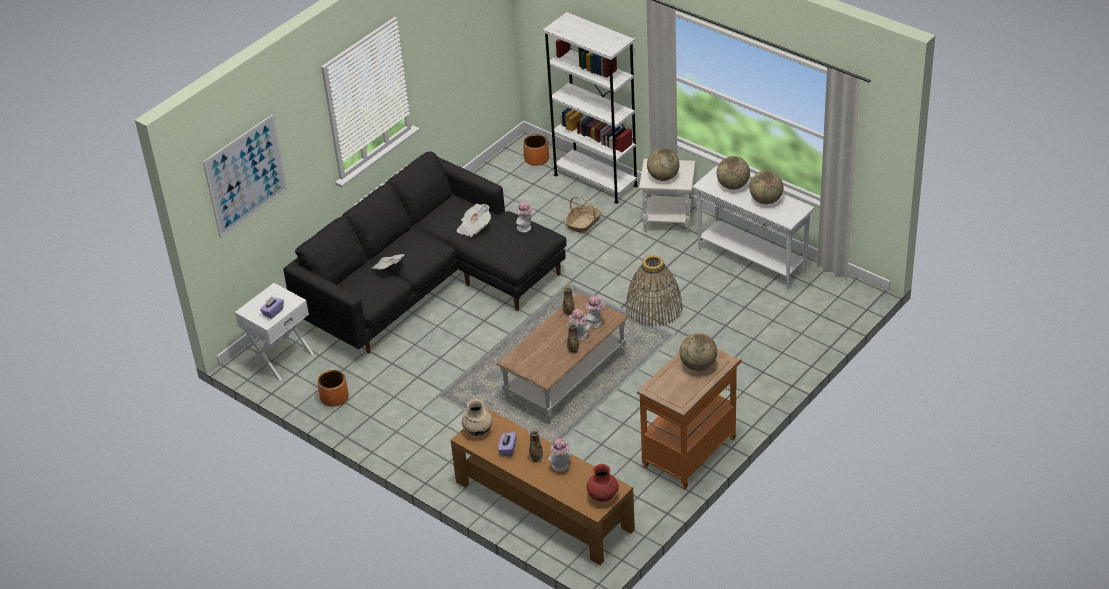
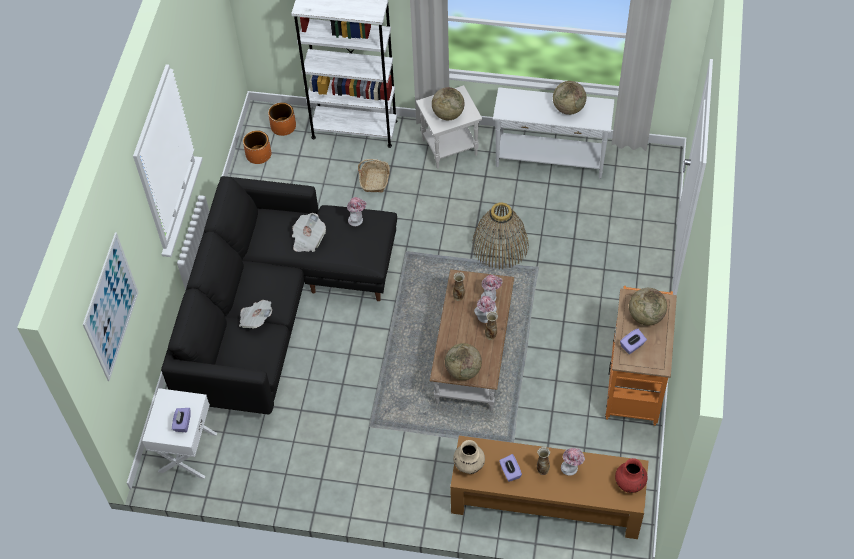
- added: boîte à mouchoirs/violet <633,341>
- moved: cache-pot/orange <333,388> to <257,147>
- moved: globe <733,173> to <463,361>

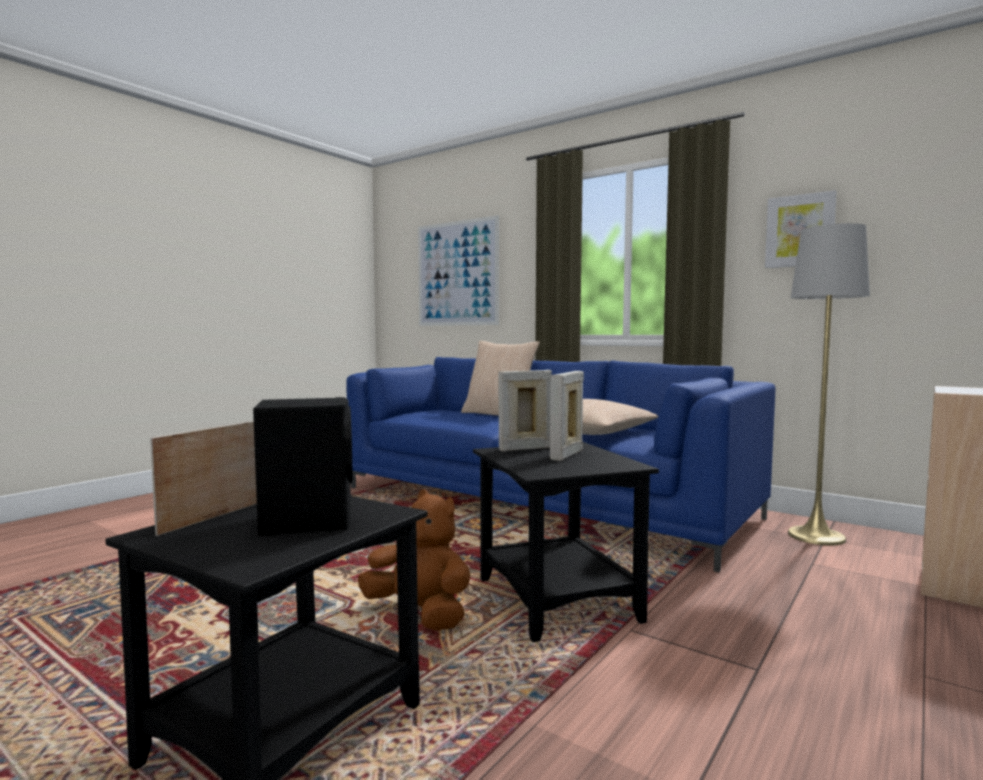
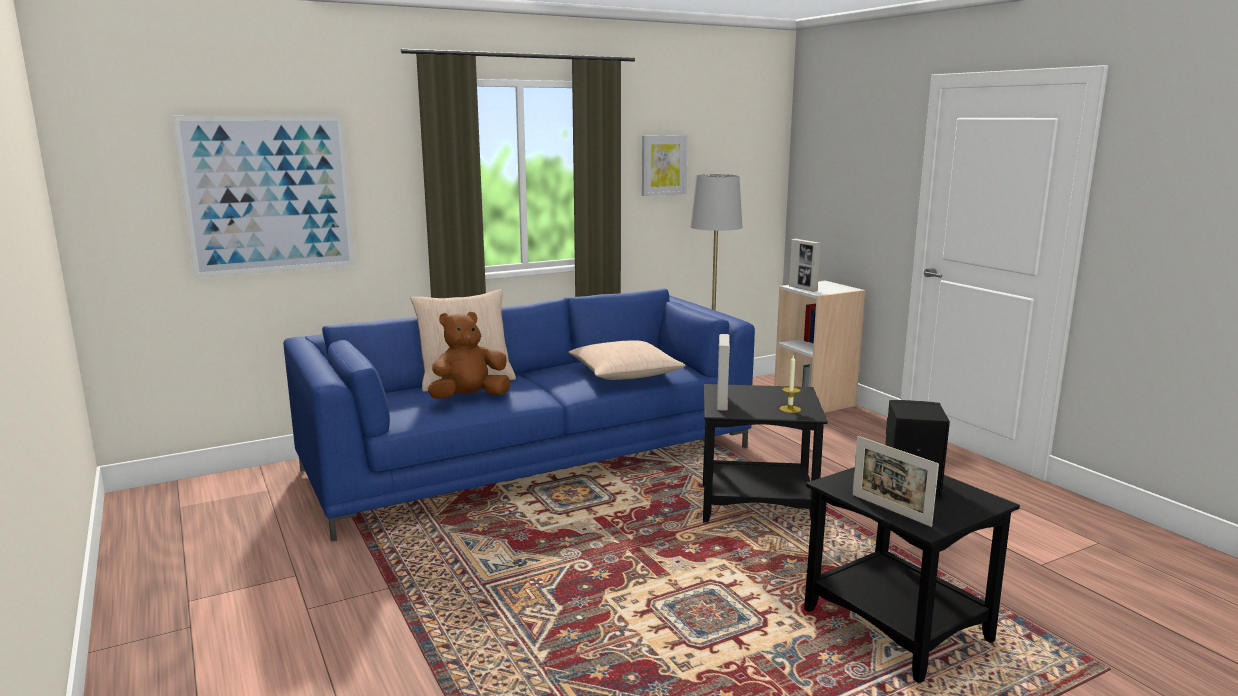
- added: bougie <790,384>
- moved: peluche/marron <414,560> to <469,355>
- moved: cadre photo <567,416> to <805,265>

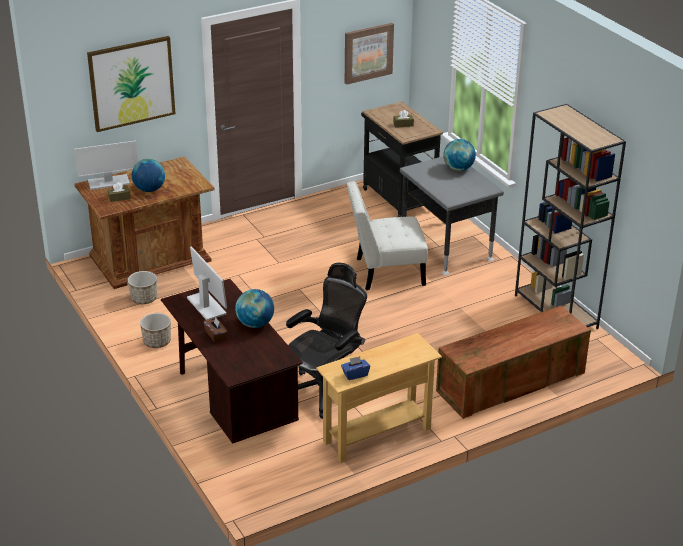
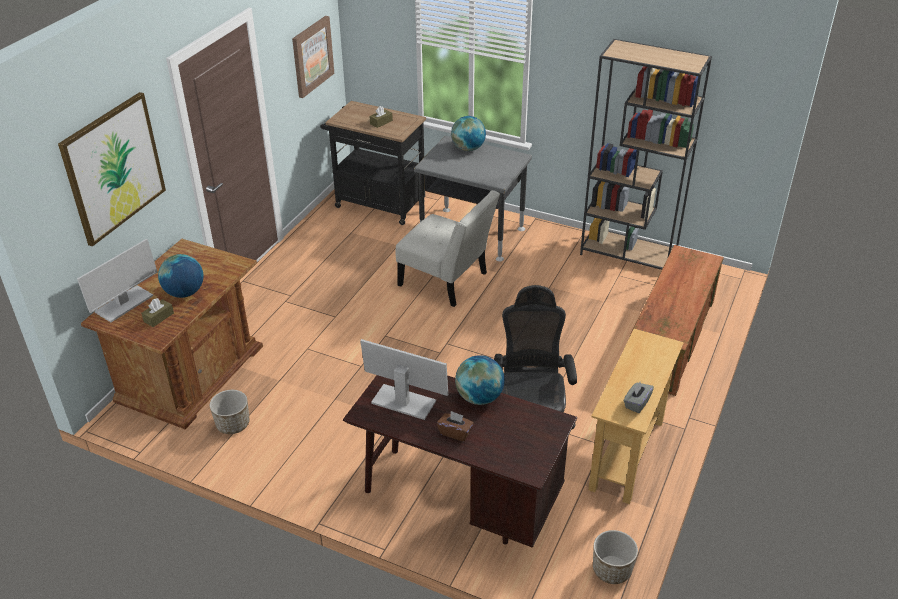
- moved: cache-pot <155,330> to <615,557>
- recoloured: boîte à mouchoirs/bleu <355,368> to boîte à mouchoirs/gris <638,397>
- turned: chaise/blanc <387,235> = <448,248> 105 degrees counterclockwise

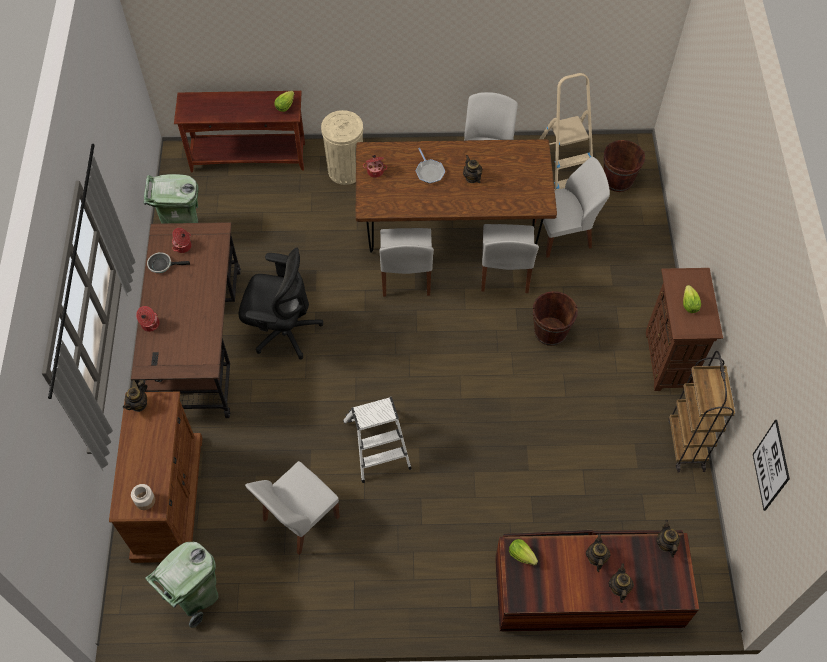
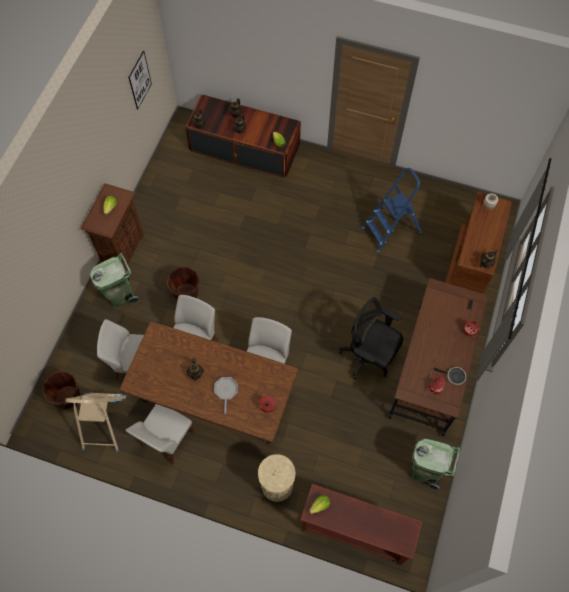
- removed: escabeau/blanc <377,440>
- removed: chariot/marron <701,412>
- moved: poubelle/vert <182,585> to <114,281>
- replaced: chaise/blanc <292,508> to escabeau/bleu <392,210>

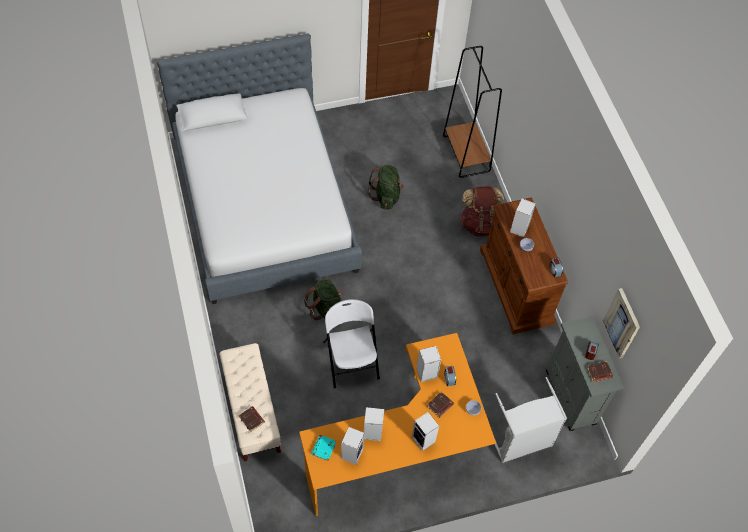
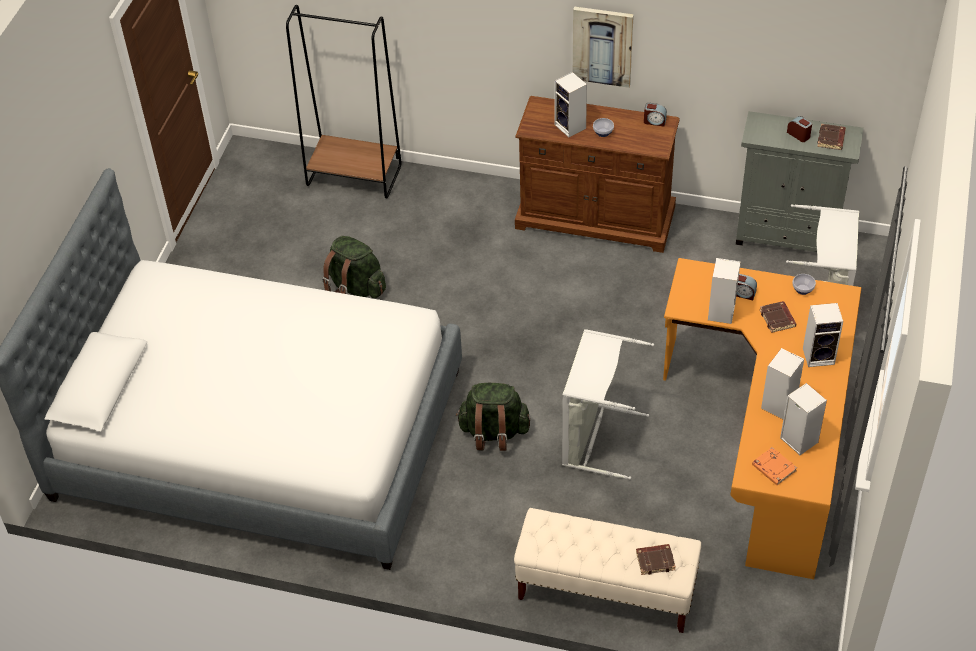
- removed: sac à dos/marron <482,211>
- moved: tableau <621,323> to <603,47>
- replaced: chaise/blanc <351,343> to panier à linge/gris <608,404>
- recoloured: livre/turquoise <323,448> to livre/orange <774,466>

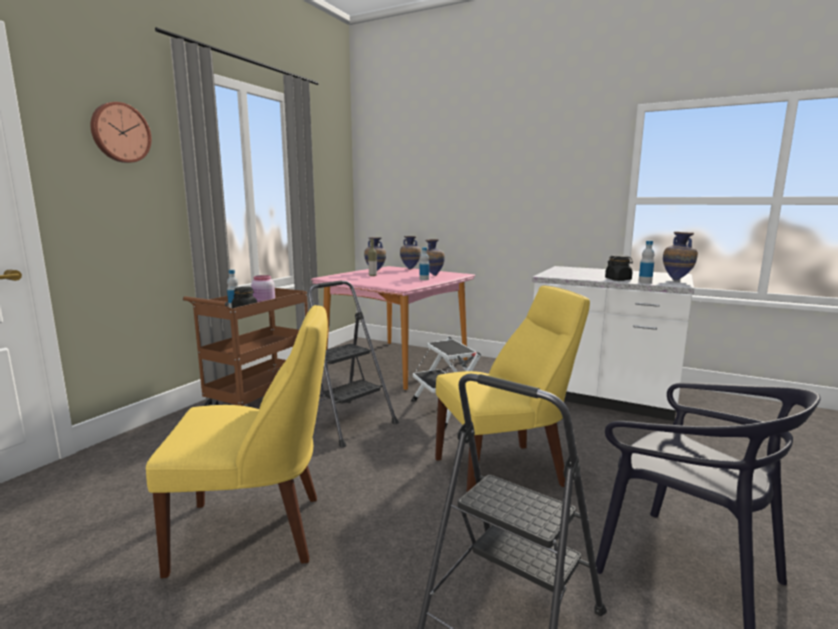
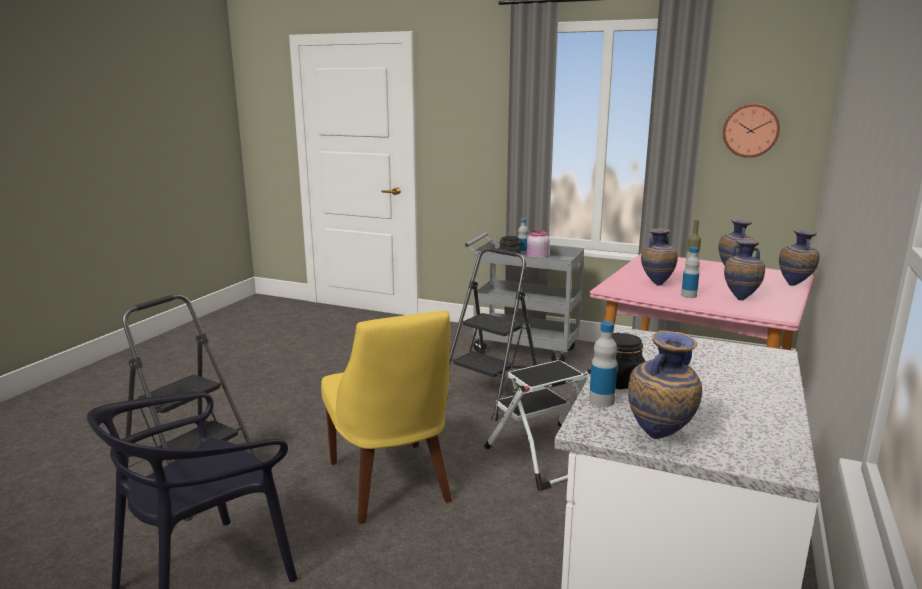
- removed: chaise/jaune <237,441>
- added: vase <659,257>
- moved: horloge murale <121,132> to <751,131>
- recoloured: chariot/marron <245,347> to chariot/gris <524,297>

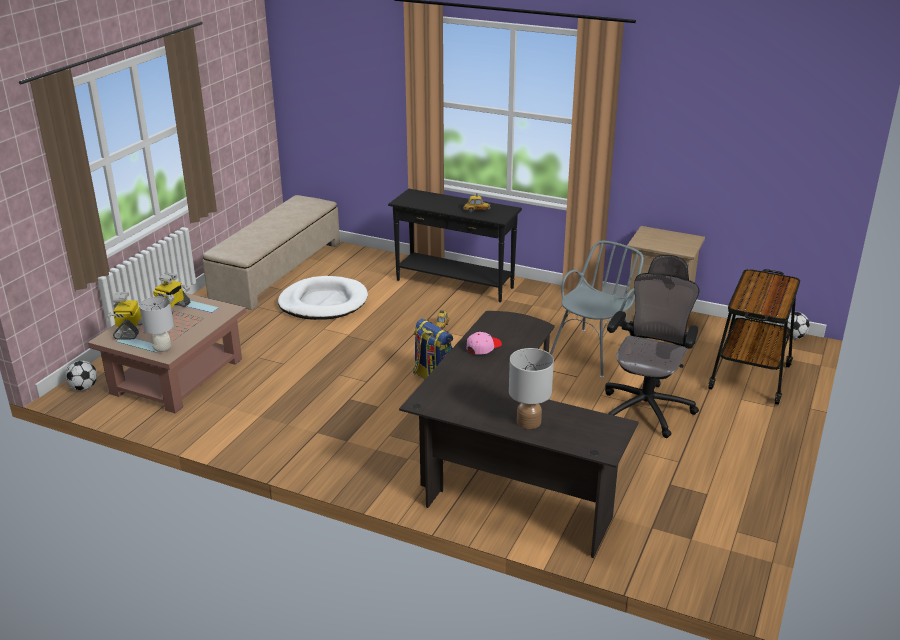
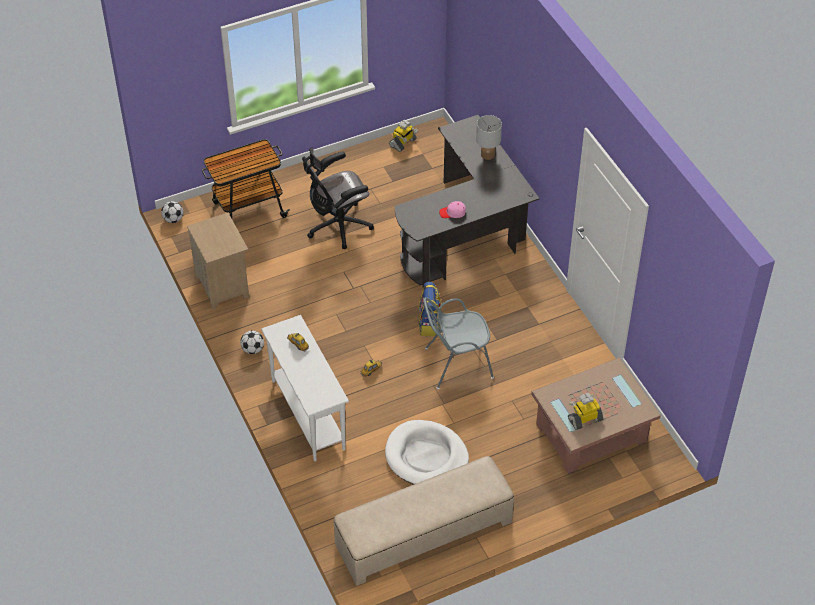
- removed: lampe de table/gris <156,324>
- moved: ballon de foot <81,376> to <252,342>
- moved: robot jouet <124,316> to <403,136>
- moved: chaise/gris <597,309> to <459,343>
- recoloured: table console/noir <455,246> to table console/blanc <305,388>

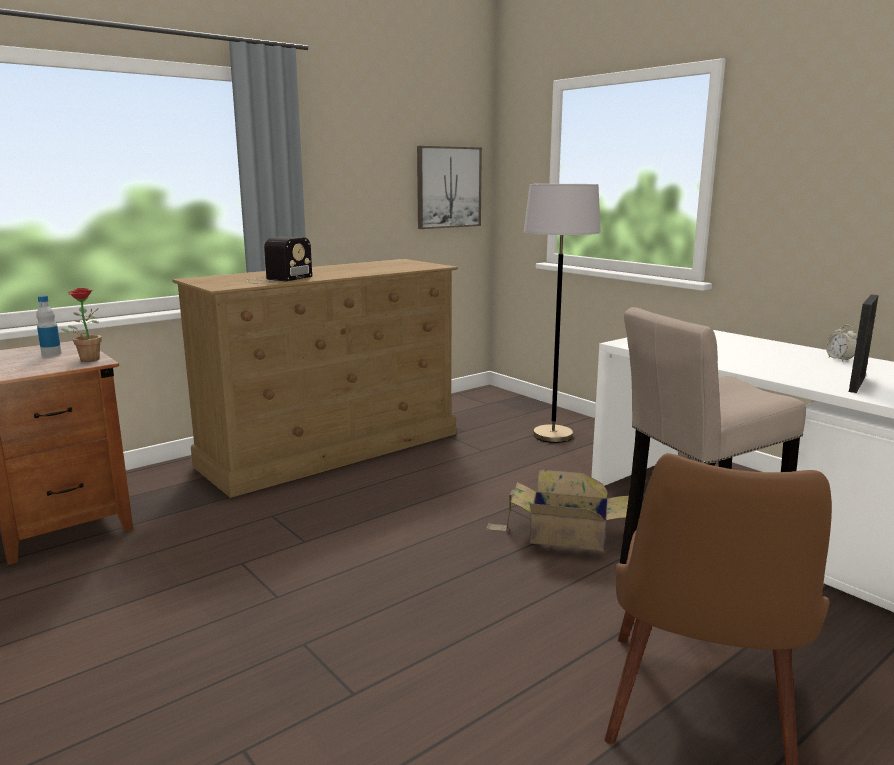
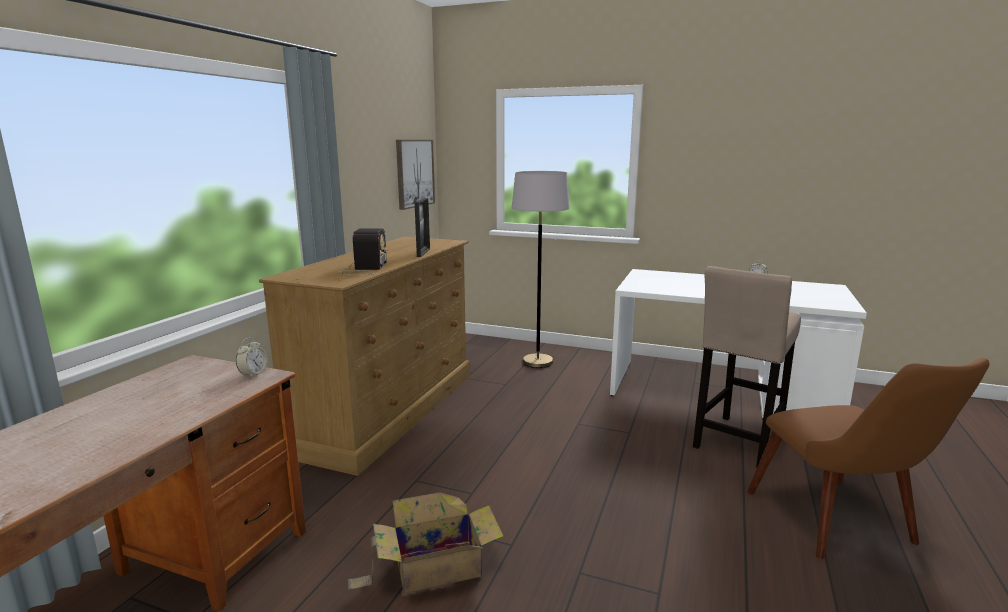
- removed: bouteille <49,326>
- moved: carton <557,510> to <426,543>
- moved: cadre photo <864,344> to <422,227>
- replaced: plante en pot <81,325> to réveil <252,358>

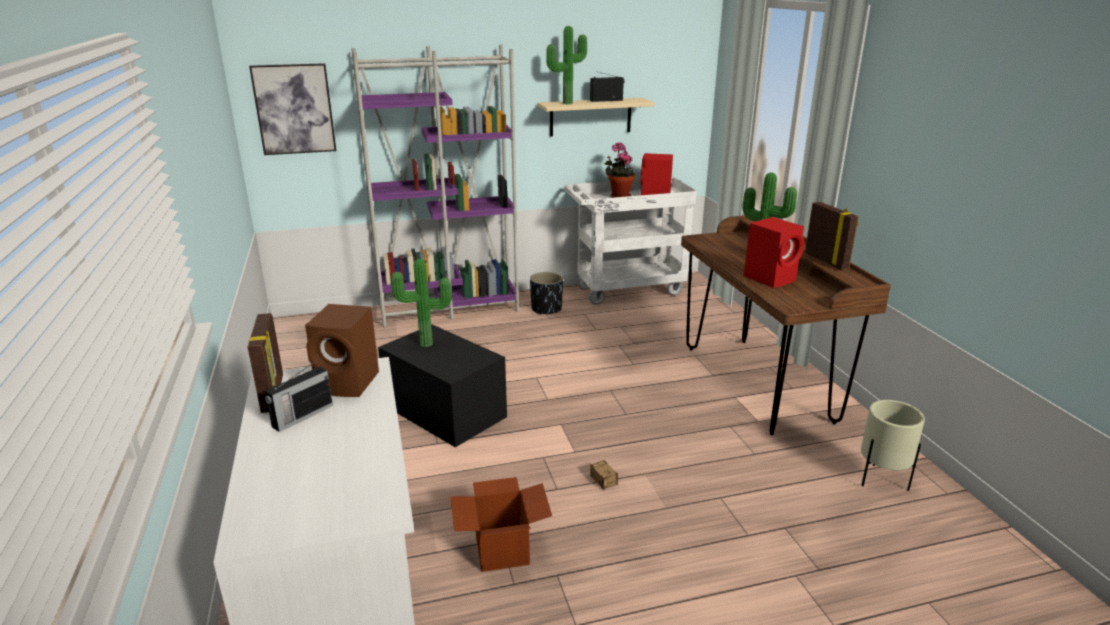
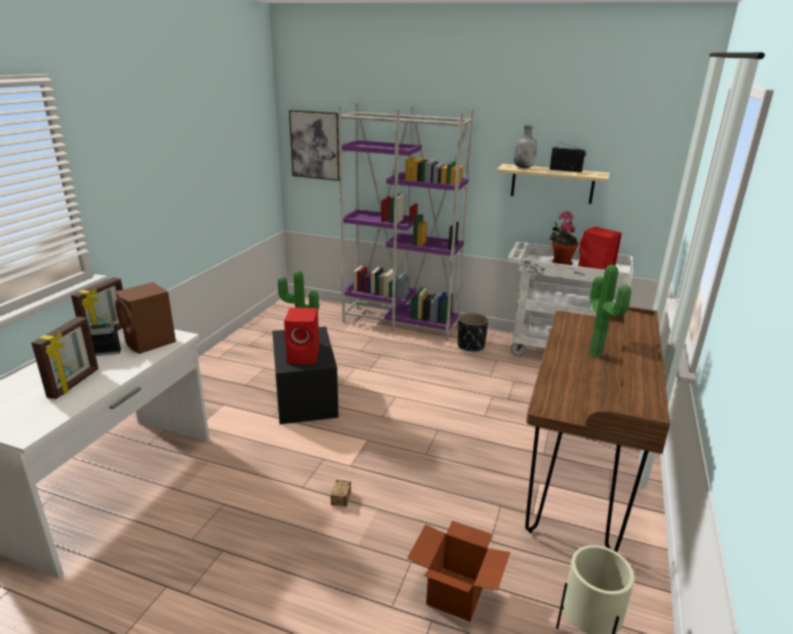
- moved: carton <501,524> to <458,571>
- moved: enceinte/rouge <774,252> to <301,336>
- moved: cadre photo <832,236> to <65,357>
- replaced: plante en pot <566,65> to bouteille/gris <525,146>

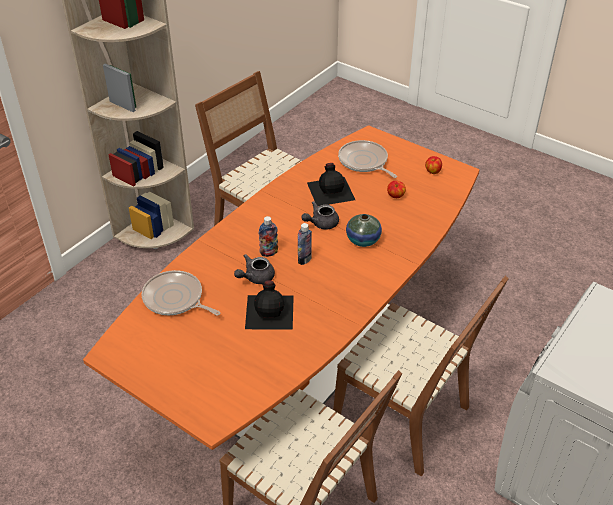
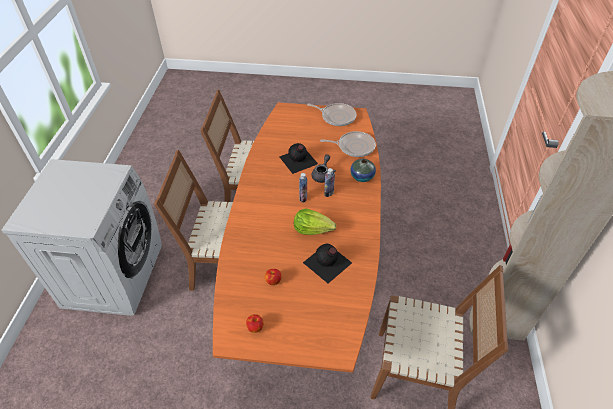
- moved: poêle <367,159> to <331,114>
- moved: vase <364,230> to <363,170>
- replaced: théière/gris <320,215> to laitue <315,221>

